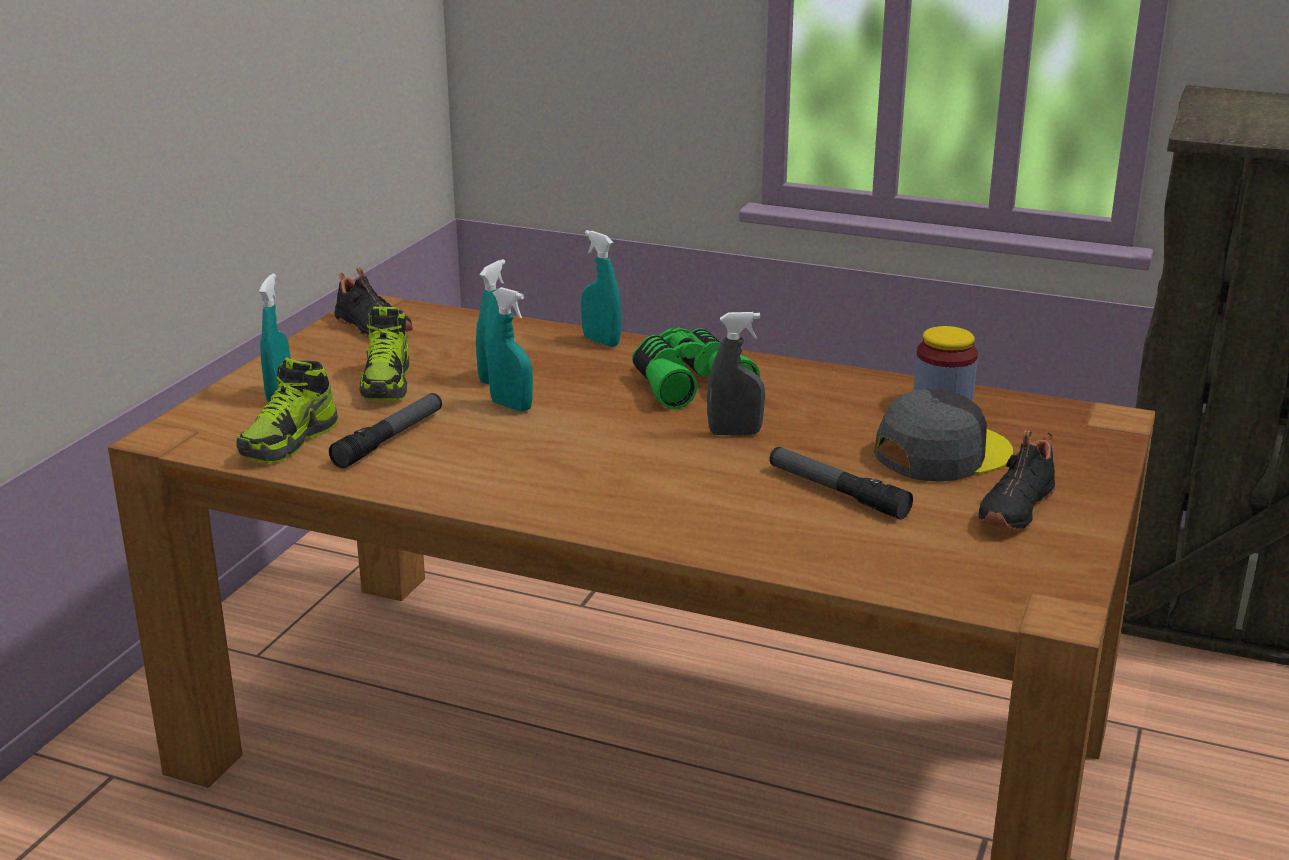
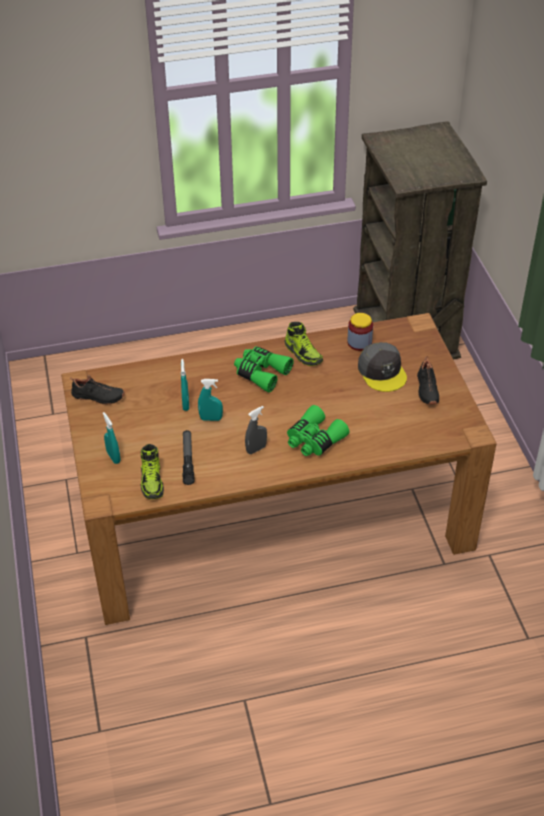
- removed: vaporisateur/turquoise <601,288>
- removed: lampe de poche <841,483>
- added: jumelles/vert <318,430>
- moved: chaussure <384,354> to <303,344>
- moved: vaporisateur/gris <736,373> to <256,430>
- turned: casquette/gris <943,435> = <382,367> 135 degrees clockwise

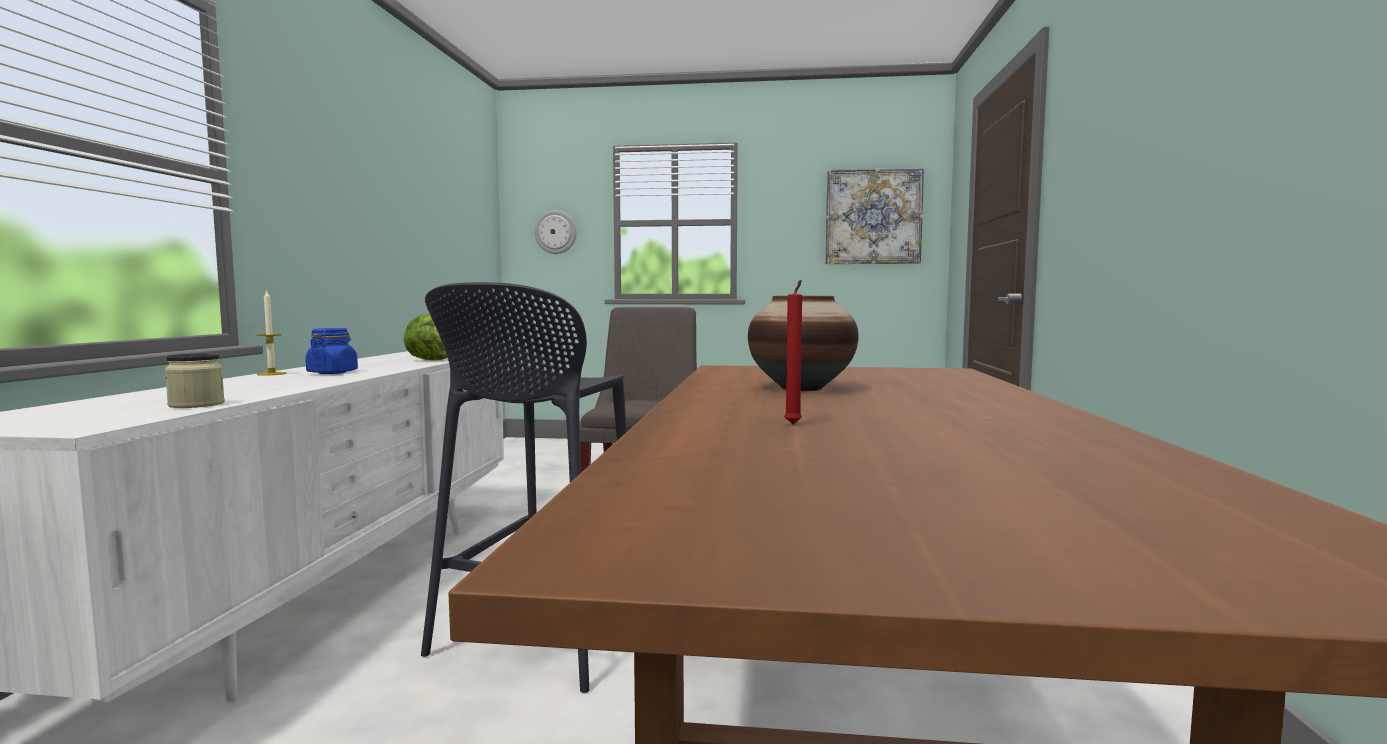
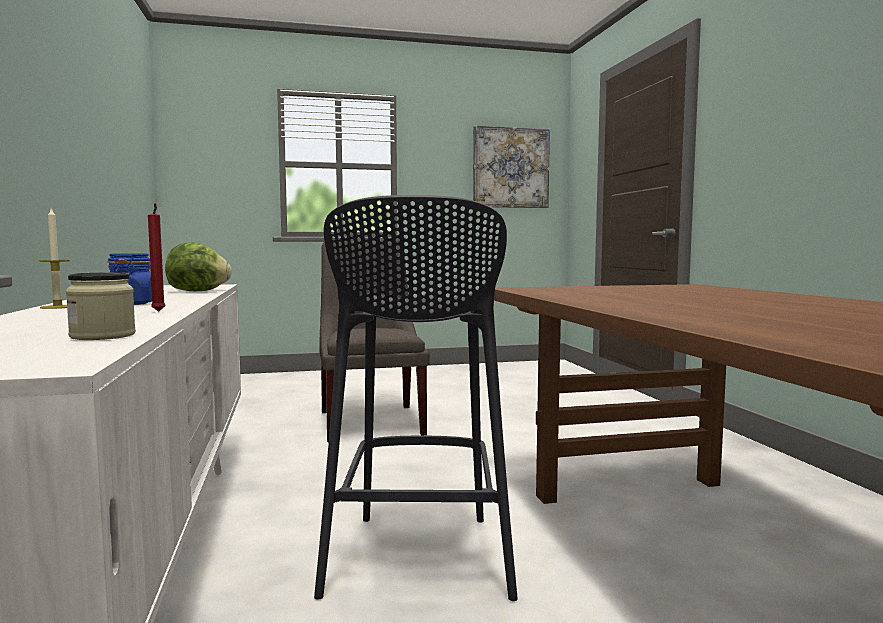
- removed: horloge murale <555,232>
- removed: vase <803,343>
- moved: bougie/rouge <793,352> to <157,257>

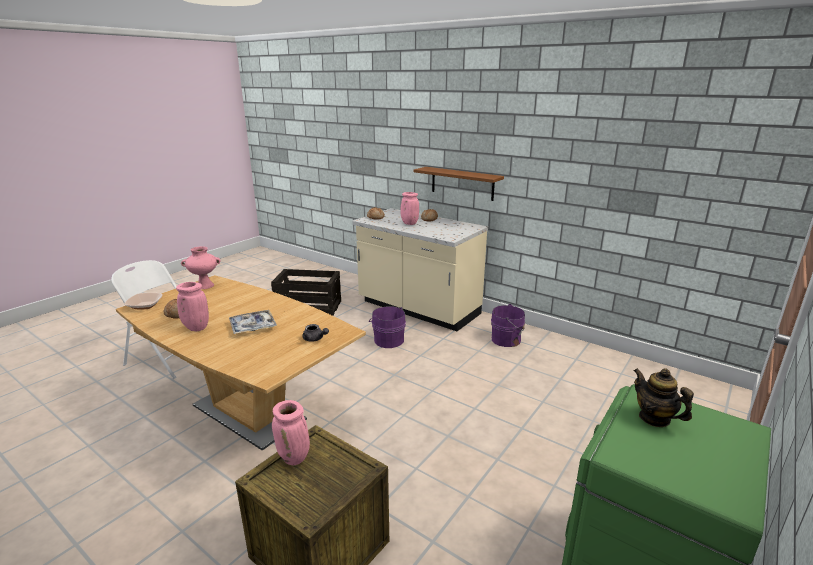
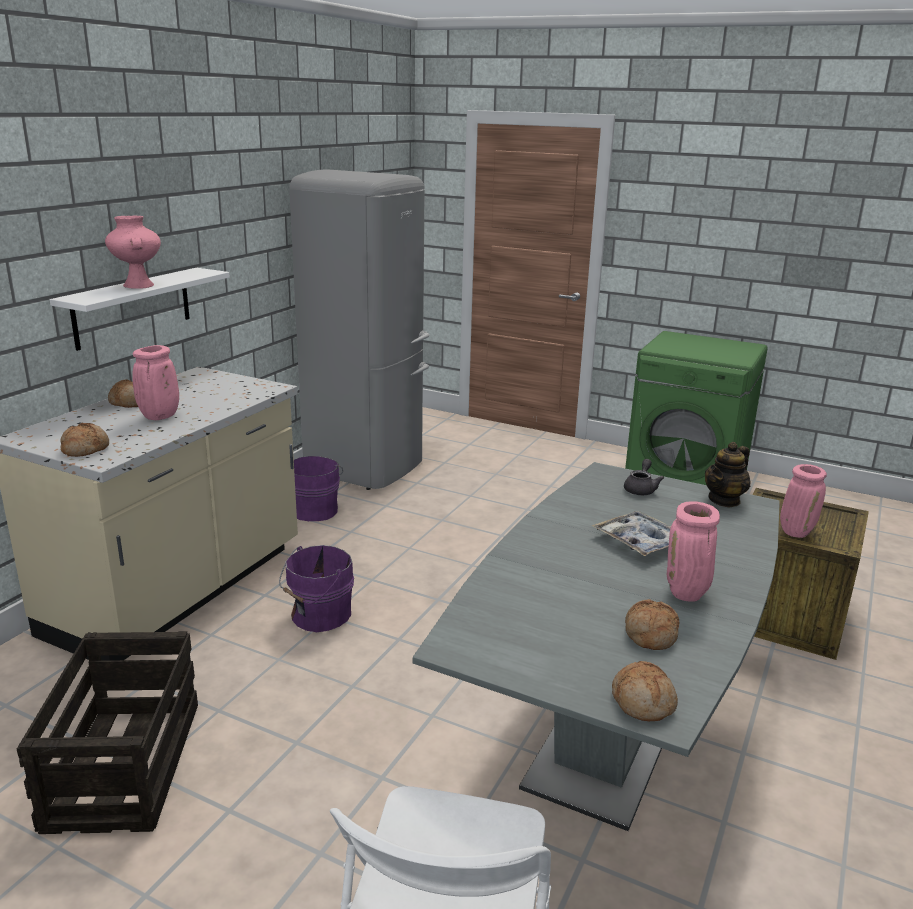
- added: réfrigérateur/gris <359,330>
- moved: vase/rose <201,267> to <133,252>
- moved: théière <664,397> to <728,474>
- replaced: bol <143,301> to pain <645,691>
- recoloured: table à manger/marron <241,362> to table à manger/gris <596,646>
- recoloured: étagère/marron <459,184> to étagère/blanc <139,309>

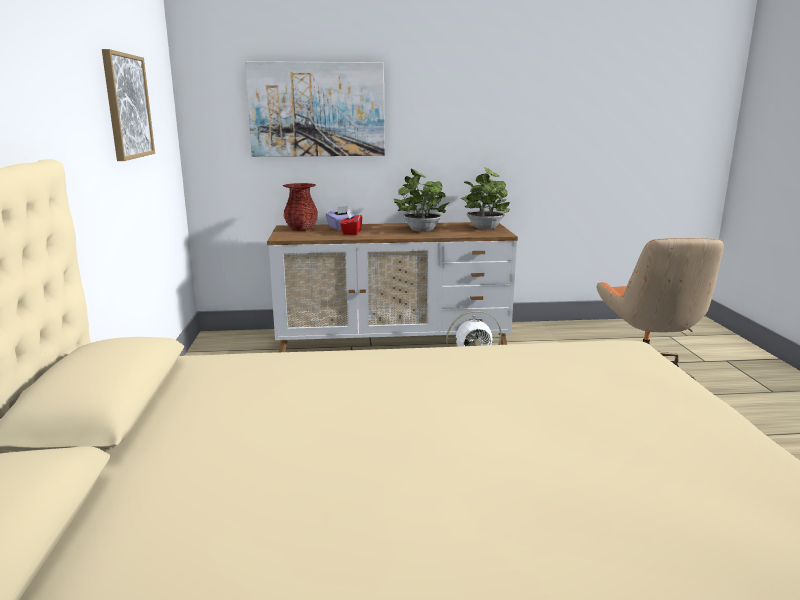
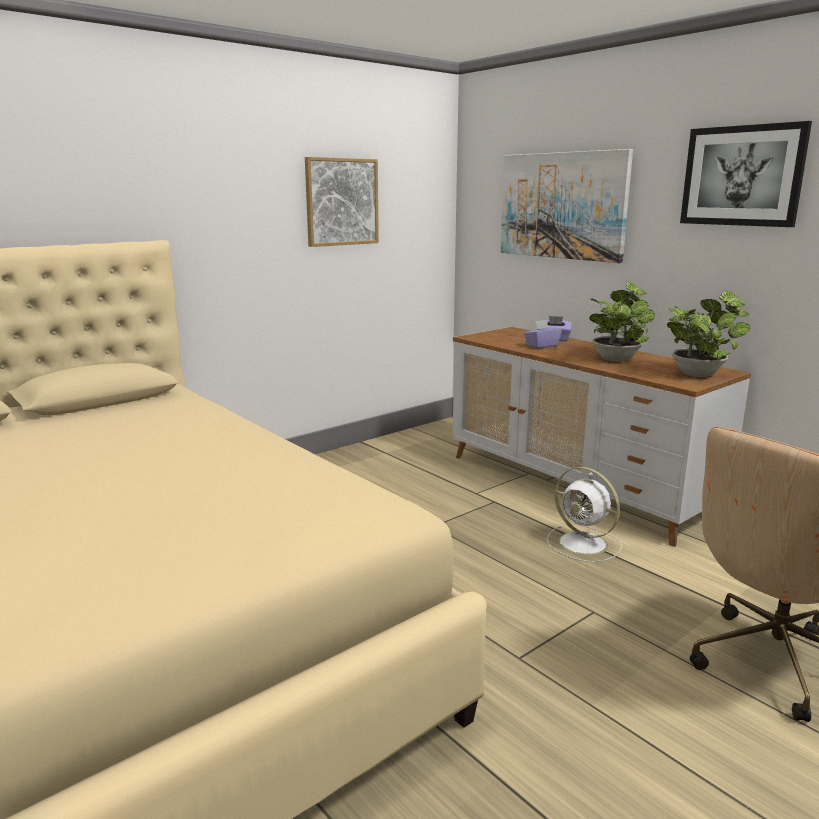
- removed: vase/rouge <300,207>
- added: tableau <746,174>
- recoloured: boîte à mouchoirs/rouge <351,222> to boîte à mouchoirs/violet <543,334>

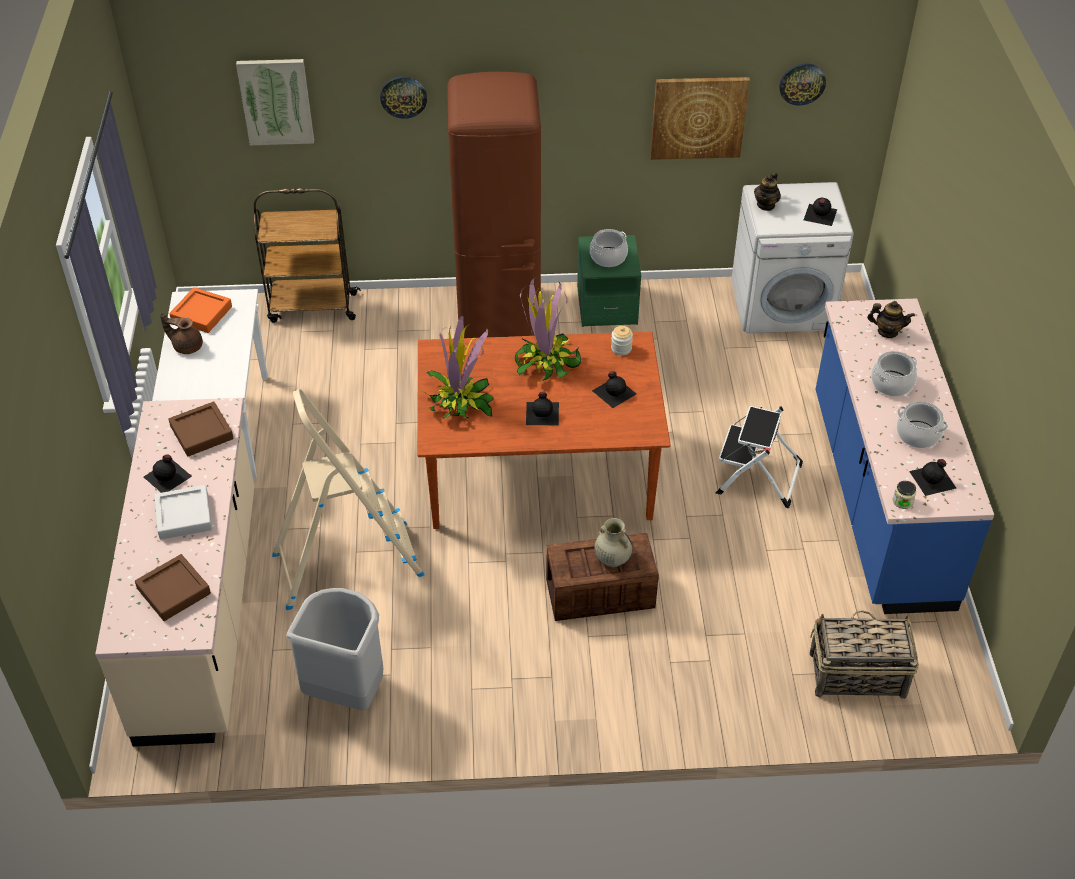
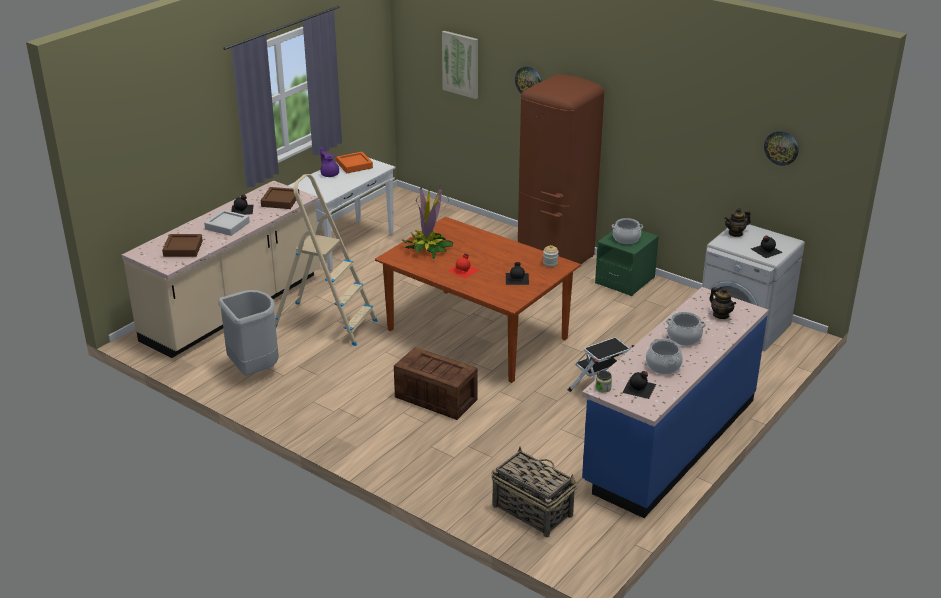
- removed: chariot/marron <307,255>
- removed: plante en pot <548,331>
- removed: vase/beige <613,542>
- removed: tableau <700,118>
- recoloured: théière/marron <181,333> to théière/violet <329,162>
- recoloured: bouteille/noir <542,408> to bouteille/rouge <464,266>

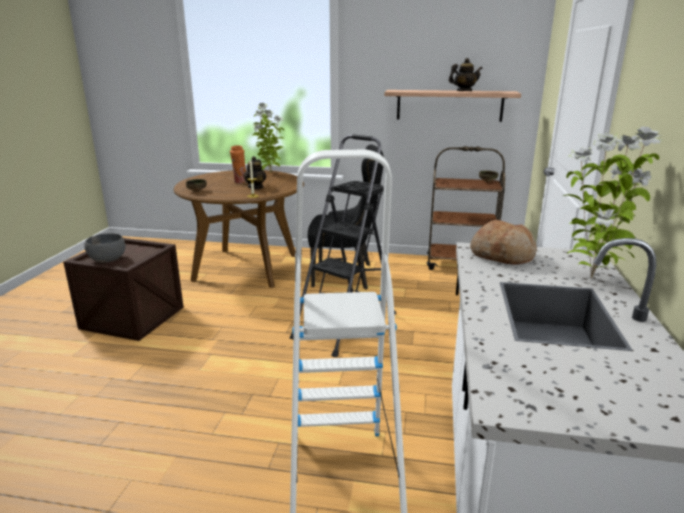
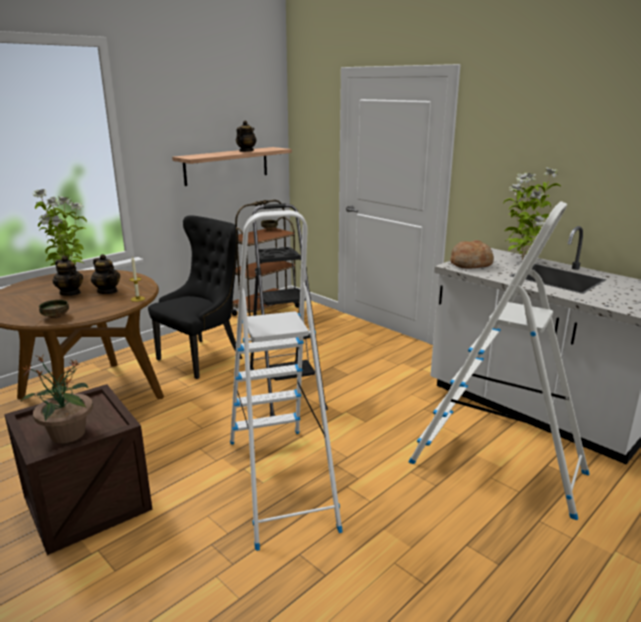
- added: escabeau/blanc <286,380>
- replaced: bol/gris <104,248> to plante en pot <56,399>
- replaced: vase/orange <238,164> to théière <68,276>

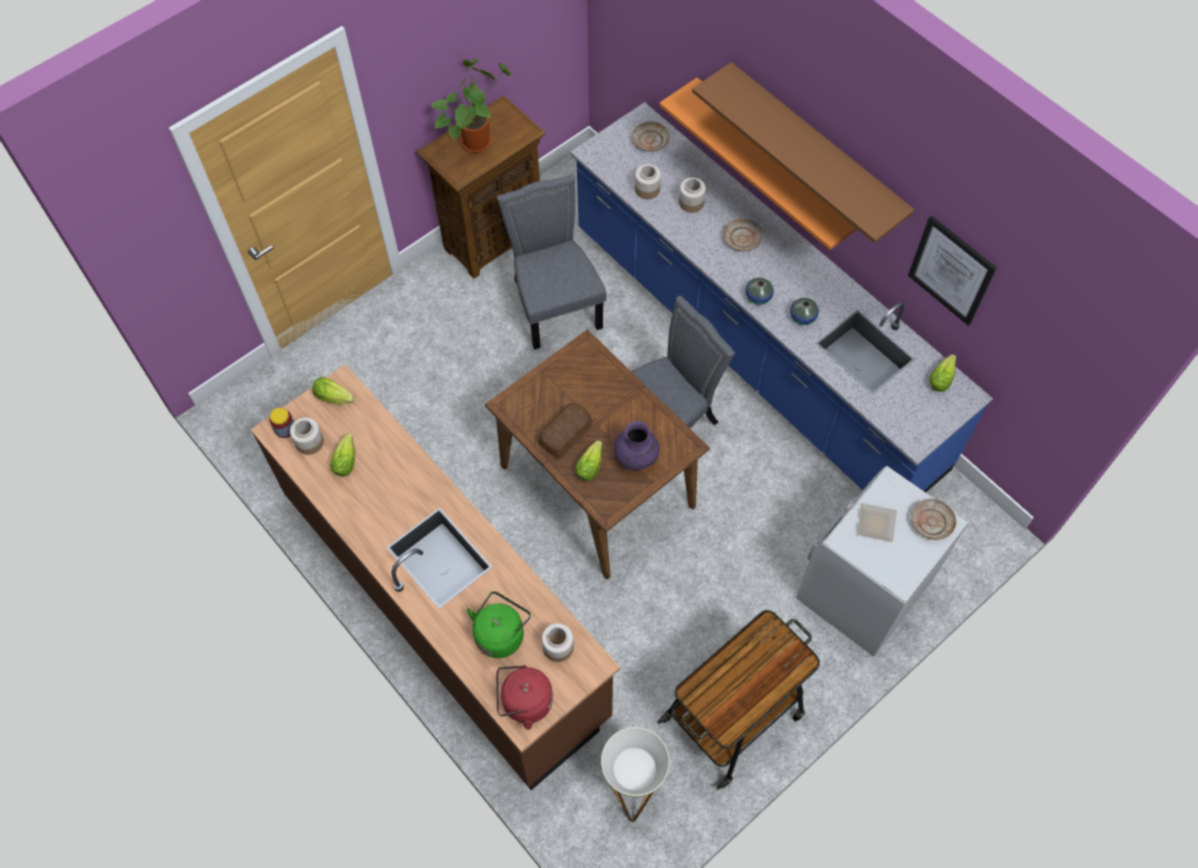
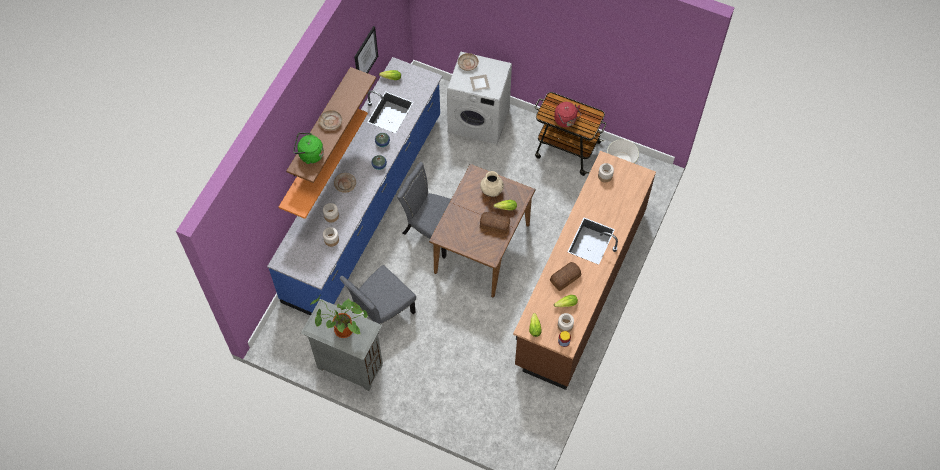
- added: pain <565,276>
- moved: bouilloire/vert <499,624> to <309,148>
- moved: bouilloire/rouge <524,697> to <567,114>
- moved: assiette/beige <651,137> to <330,120>
- recoloured: meuble de rangement/marron <481,187> to meuble de rangement/gris <342,345>
- recoloured: vase/violet <636,446> to vase/beige <492,184>

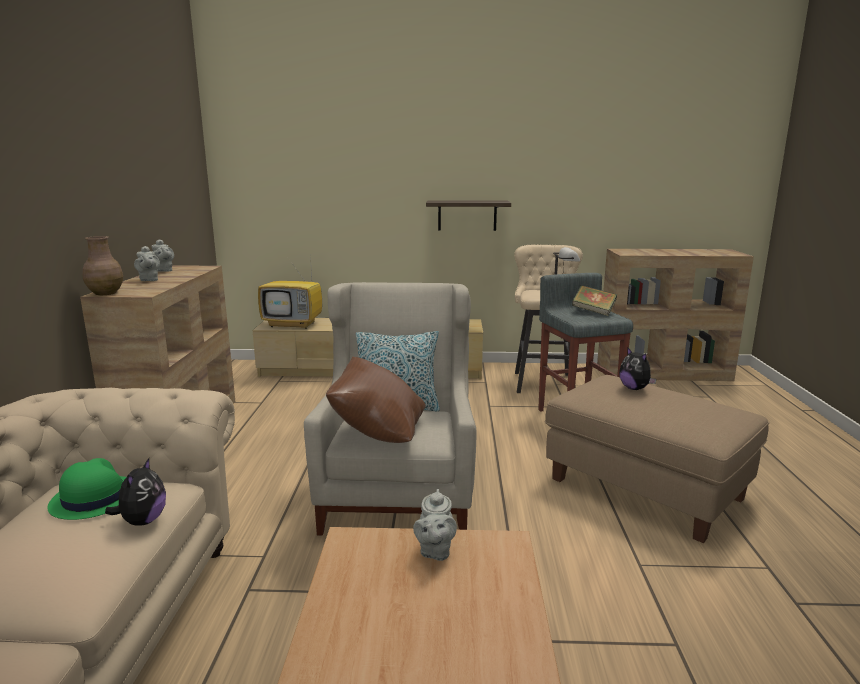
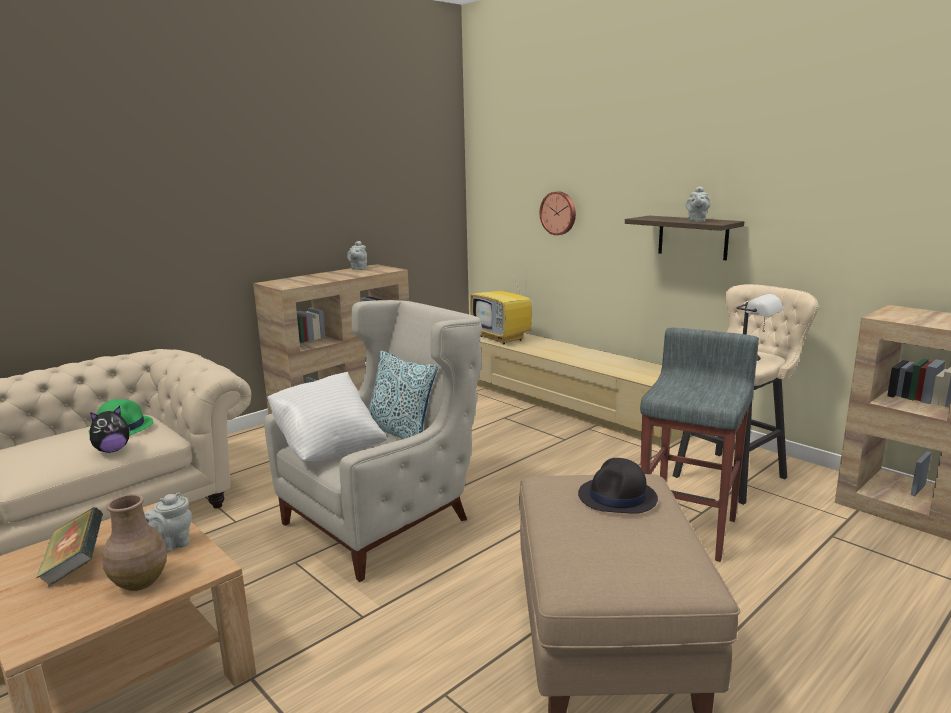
- added: horloge murale <557,213>
- moved: vase/marron <102,265> to <135,542>
- moved: théière/gris <147,263> to <698,204>
- moved: livre <594,300> to <70,547>
- replaced: peluche <638,368> to chapeau/noir <618,486>
- recoloured: coussin/marron <376,400> to coussin/blanc <327,416>

